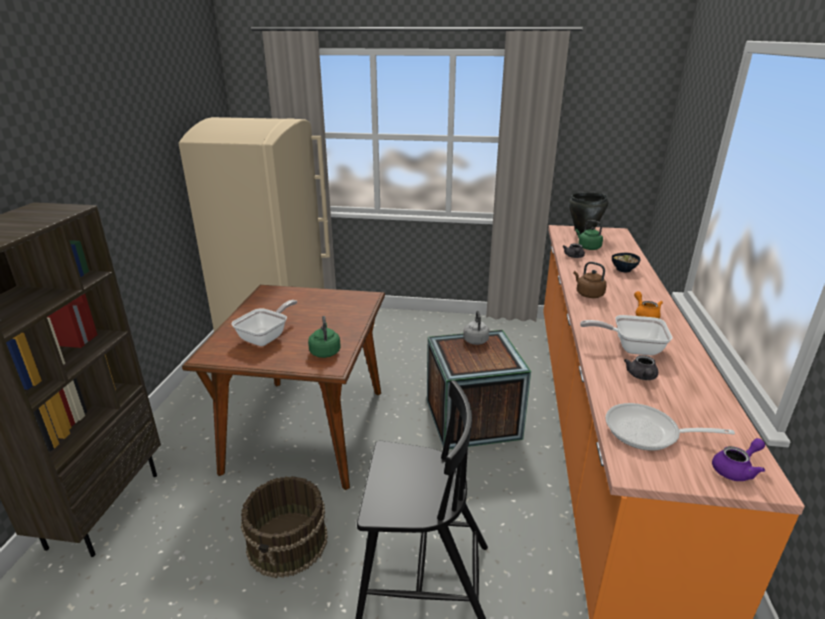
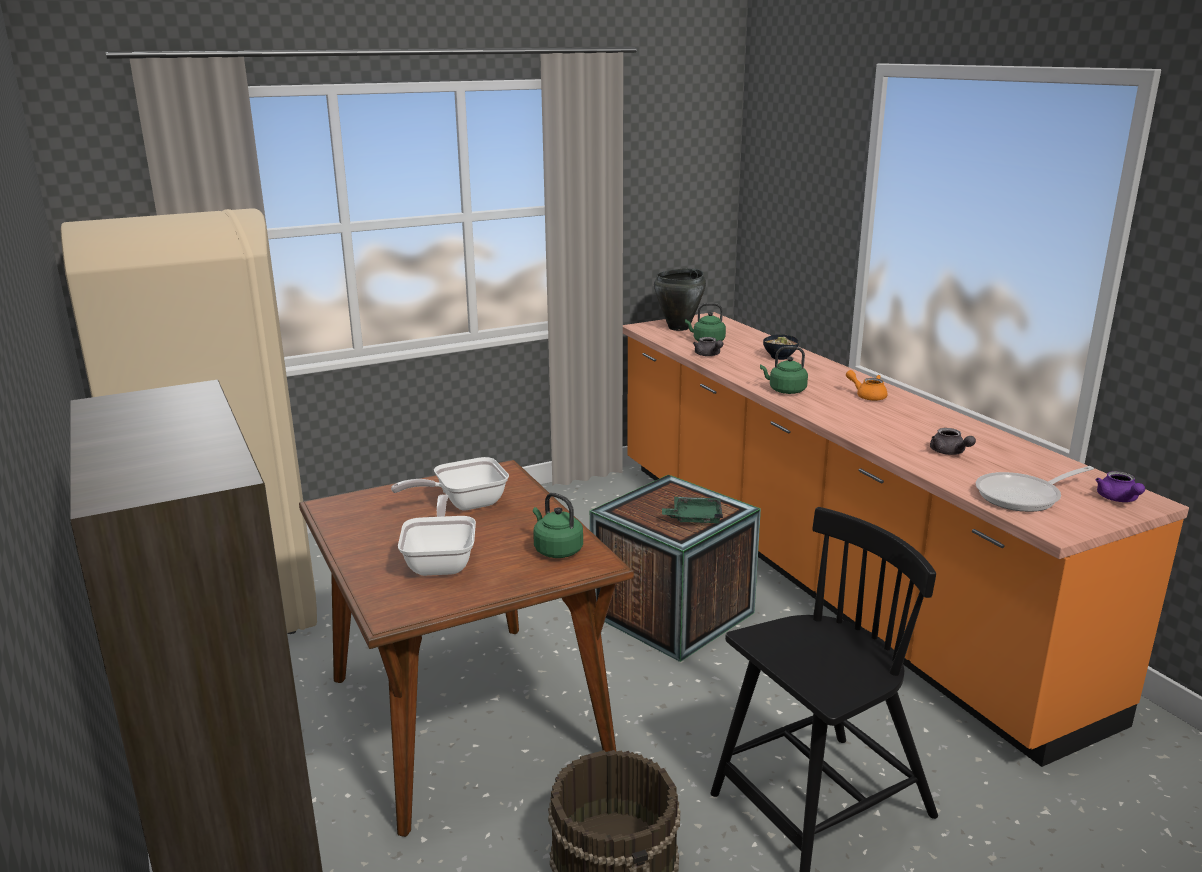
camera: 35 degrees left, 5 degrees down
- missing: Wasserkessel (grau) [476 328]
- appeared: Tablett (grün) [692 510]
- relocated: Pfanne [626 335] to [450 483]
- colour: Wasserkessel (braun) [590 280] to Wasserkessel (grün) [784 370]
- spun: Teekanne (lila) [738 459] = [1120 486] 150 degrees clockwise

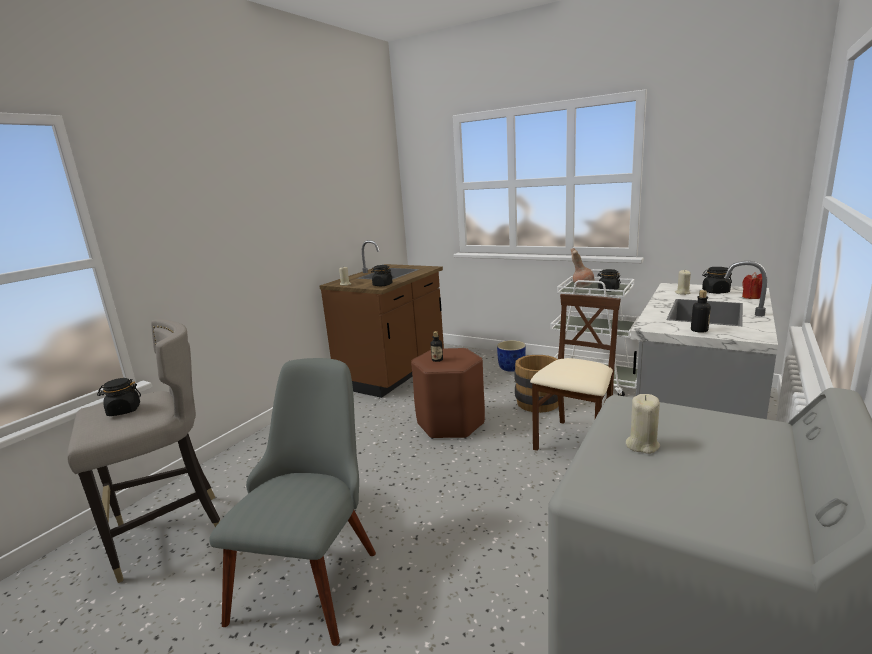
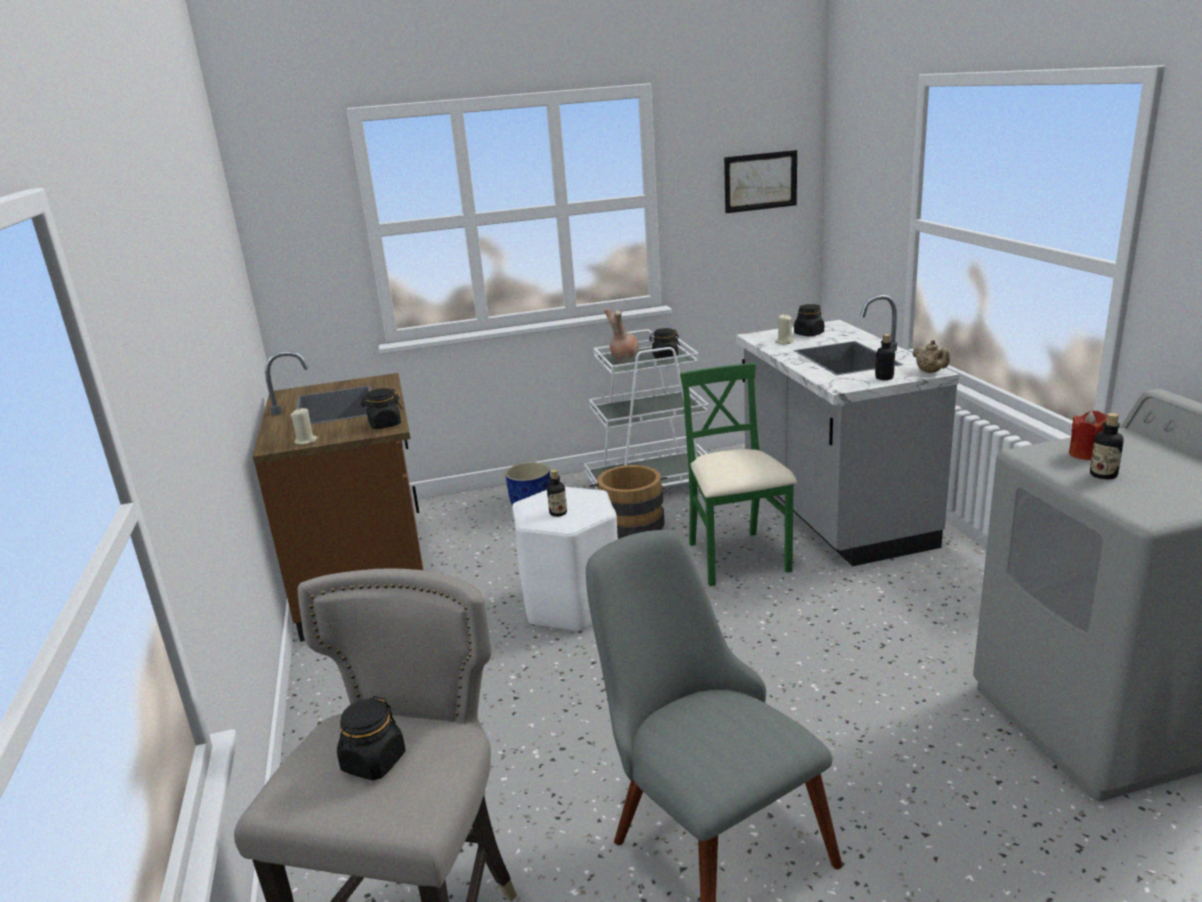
camera: 45 degrees left, 5 degrees up
- appeared: Bild [760 181]
- appeared: Teekanne (beige) [931 356]
- relocated: Kerze (rot) [752 285] to [1088 435]
- exchanged: Kerze (beige) [643 424] to Flasche [1107 446]
- colour: Hocker (braun) [448 393] to Hocker (weiß) [565 560]
- colour: Stuhl (beige) [575 372] to Stuhl (grün) [738 474]

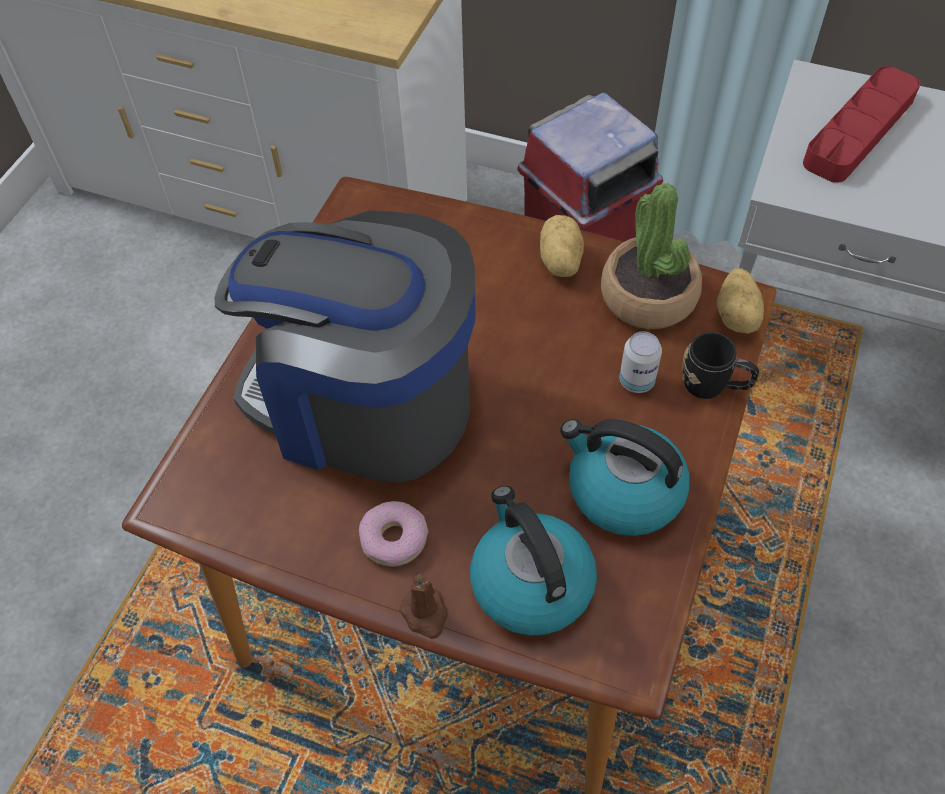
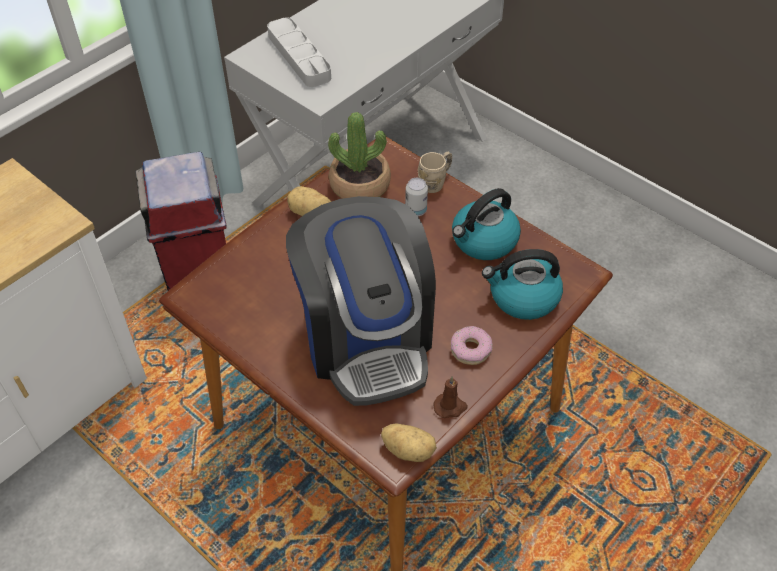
camera: 70 degrees left, 5 degrees down
- relocated: Kerze (braun) [423 607] to [451 397]
- relocated: Kartoffel [740 301] to [409 443]
- colour: Henkelbecher (schwarz) [721 365] to Henkelbecher (beige) [435 172]
- colour: Tablett (rot) [861 124] to Tablett (grau) [299 52]
- spun: Kaffeemaschine [345 347] = [361 301] 60 degrees counterclockwise

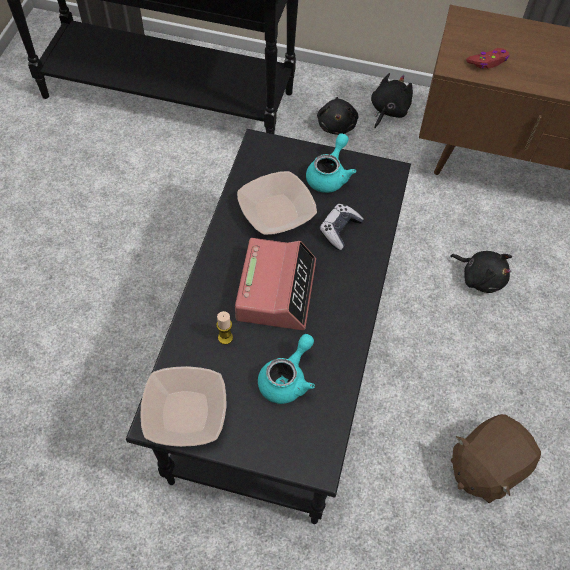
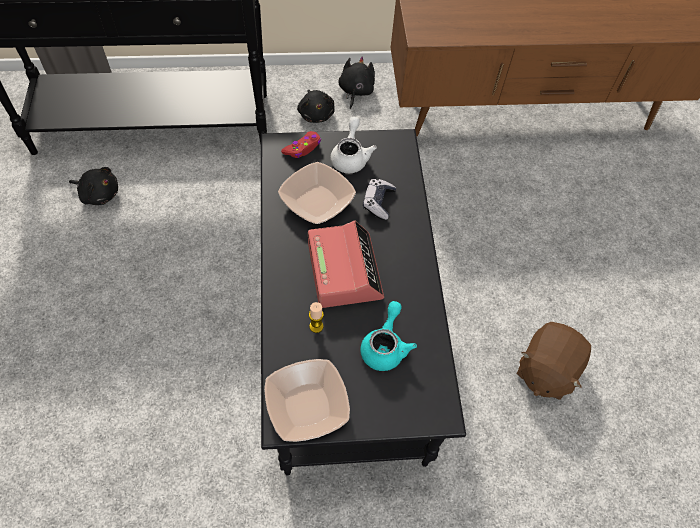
camera: 20 degrees left, 0 degrees up
- relocated: Plüschtier (schwarz) [481 272] to [93 186]
- relocated: Gamepad (rot) [487 58] to [301 144]
- colour: Teekanne (türkis) [331 163] to Teekanne (weiß) [353 145]

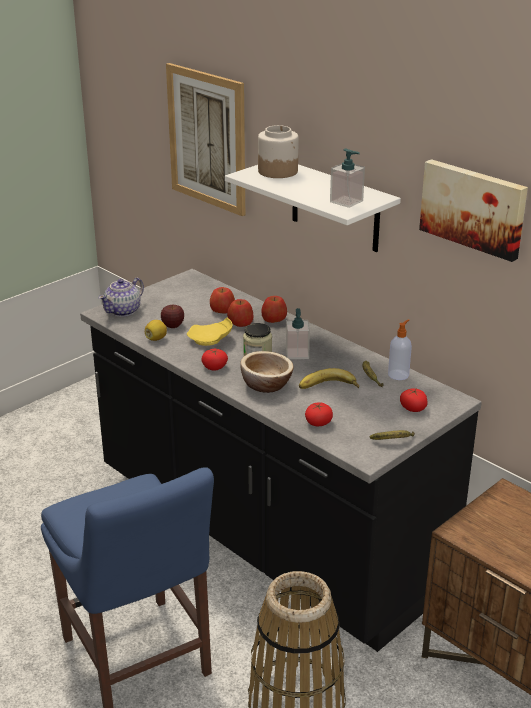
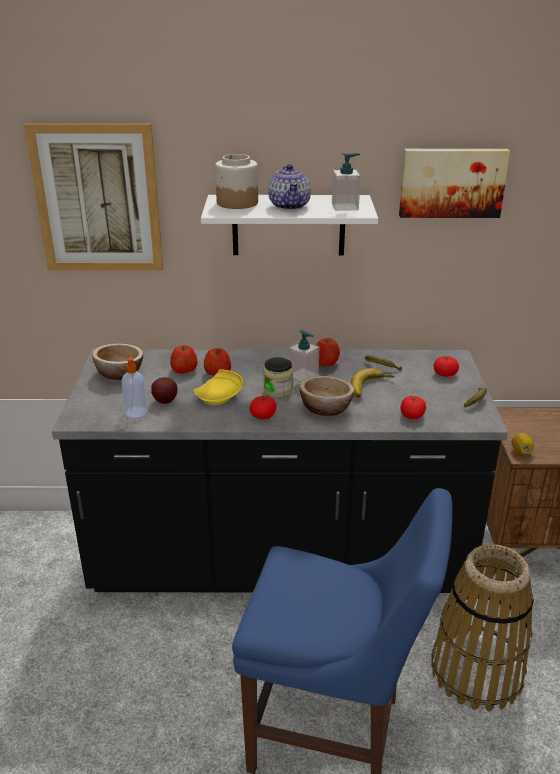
camera: 45 degrees left, 0 degrees up
- appeared: Schüssel [117 361]
- relocated: Teekanne [121 297] to [289 187]
- relocated: Zitrone [156 330] to [522 444]
- relocated: Apfel [274 309] to [328 352]
- relocated: Seifenspender [400 349] to [134 385]

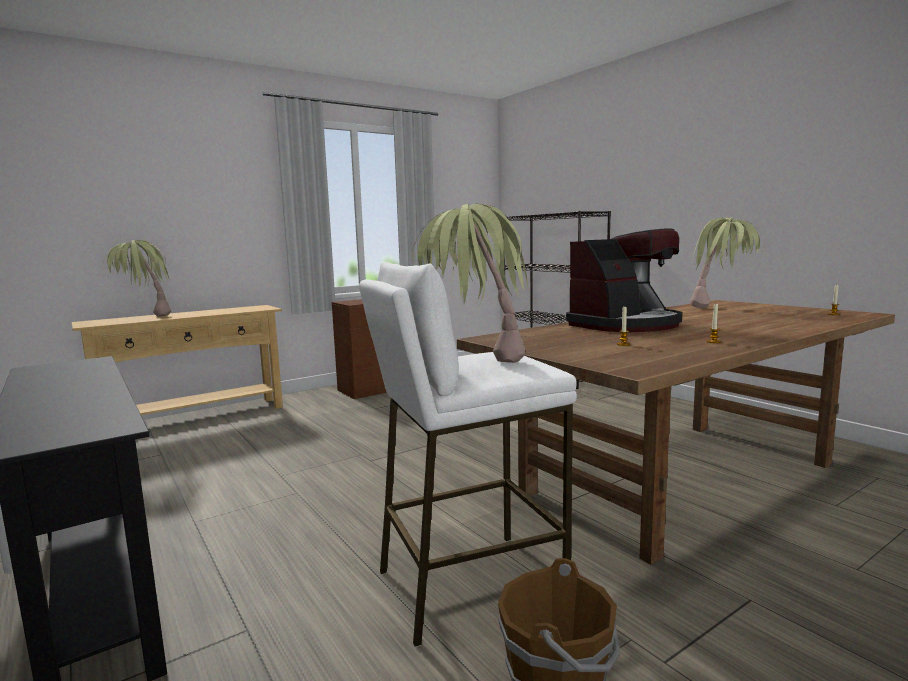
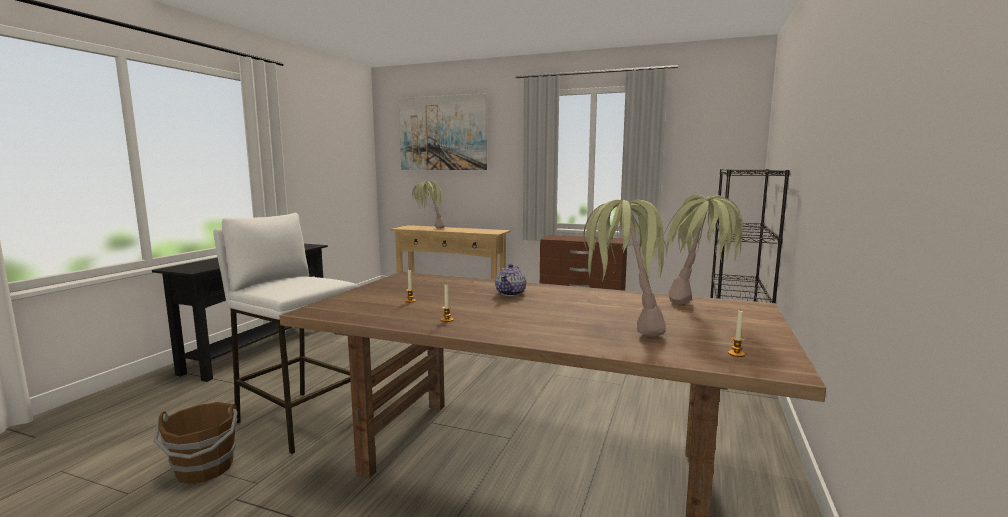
camera: 55 degrees right, 0 degrees up
- appeared: Bild [443 132]
- relocated: Topfpflanze [470 283] to [625 268]
- exchanged: Kaffeemaschine [624 280] to Teekanne [510 280]

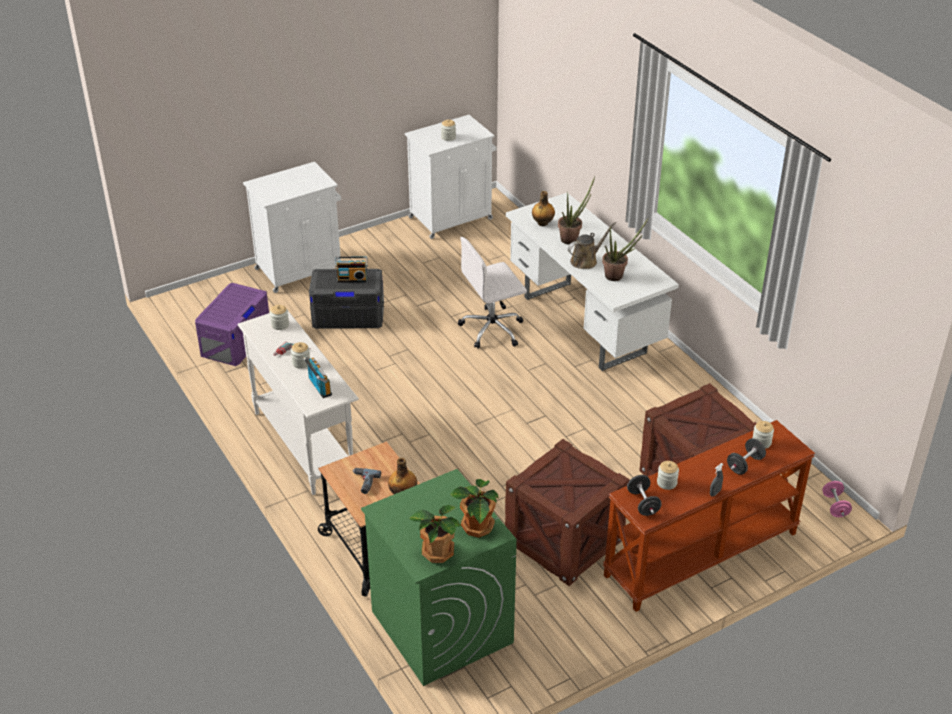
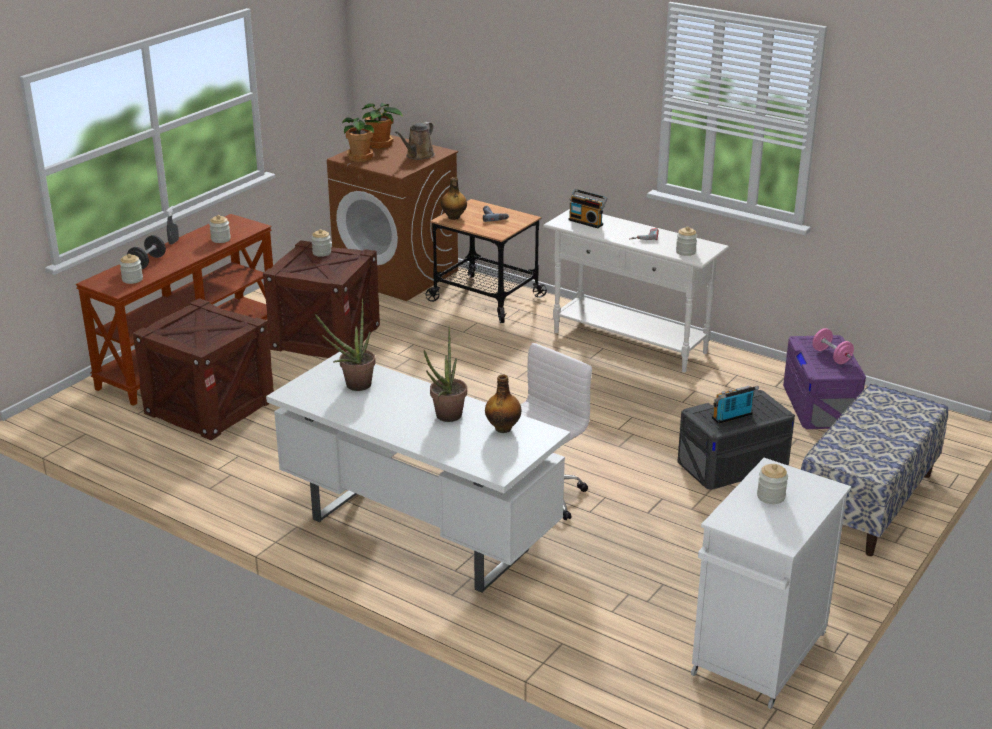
camera: 155 degrees right, 10 degrees down
- missing: Hantel (schwarz) [644 495]
- relocated: Vorratsglas [300 355] to [321 243]
- relocated: Gießkanne (braun) [592 245] to [415 141]
- relocated: Hantel (rosa) [837 499] to [833 346]
- exchanged: Schrank (weiß) [292 227] to Bank [874 470]
- colour: Waschmaschine (grün) [439 577] to Waschmaschine (braun) [392 218]

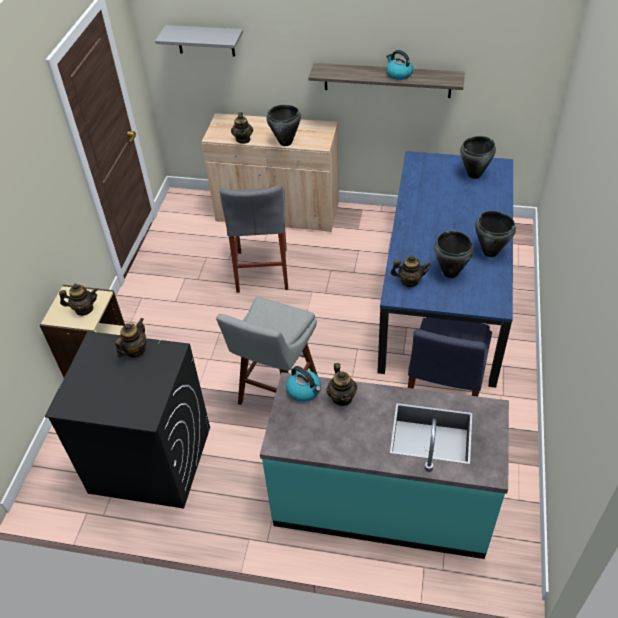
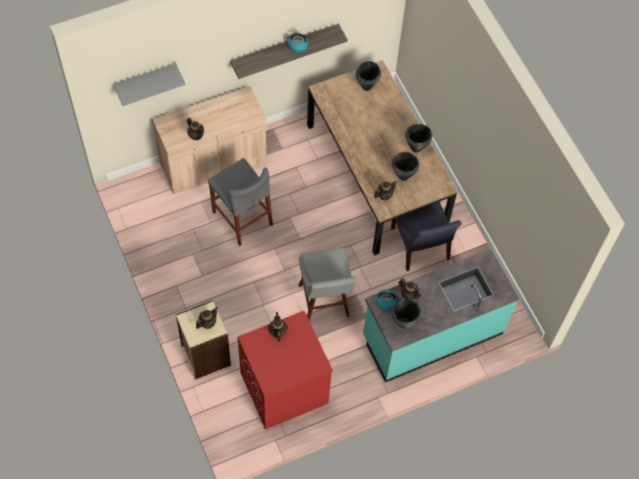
camera: 40 degrees left, 15 degrees up
- relocated: Kochtopf (schwarz) [284 125] to [406 313]
- colour: Waschmaschine (schwarz) [127 420] to Waschmaschine (rot) [285 370]
- colour: Esstisch (blau) [445 269] to Esstisch (braun) [382 158]

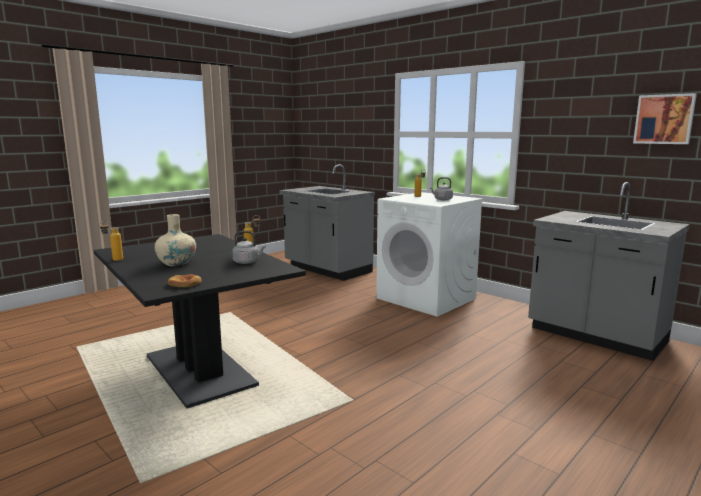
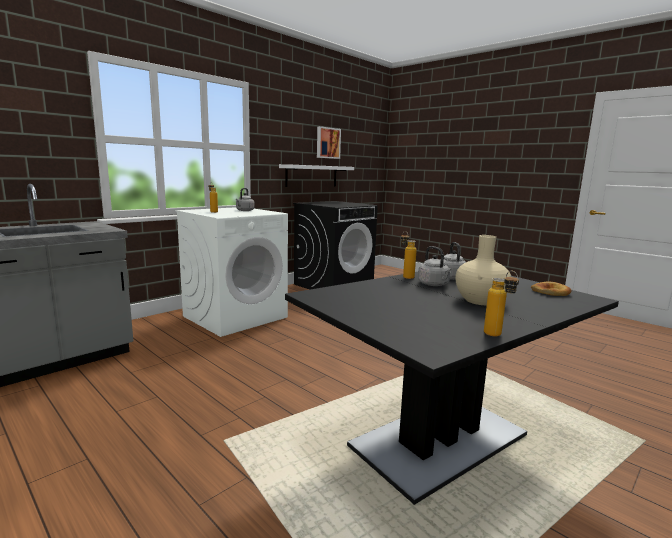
camera: 90 degrees left, 0 degrees up
- appeared: Wandregal (weiß) [316 175]
- appeared: Wasserkessel (grau) [435 266]
- exchanged: Küchenzeile (grau) [609 271] to Waschmaschine (schwarz) [335 245]

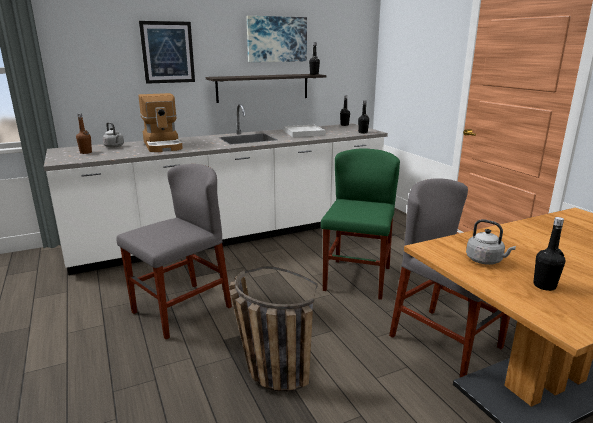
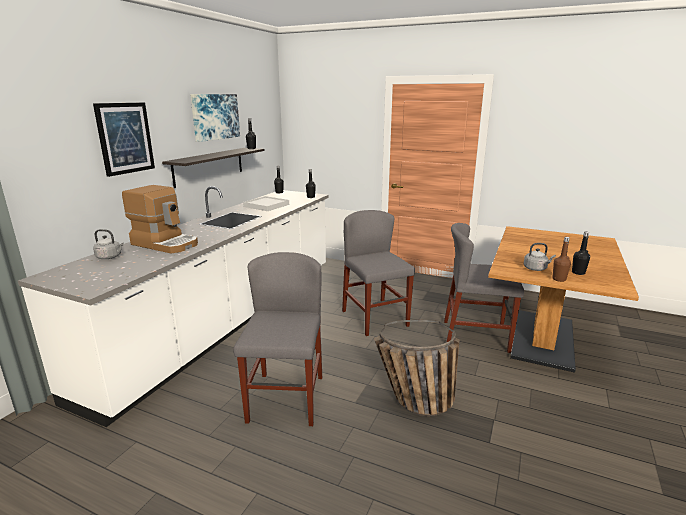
camera: 40 degrees left, 0 degrees up
- relocated: Flasche (braun) [84 133] to [561 259]
- colour: Stuhl (grün) [360 224] to Stuhl (grau) [378 273]

